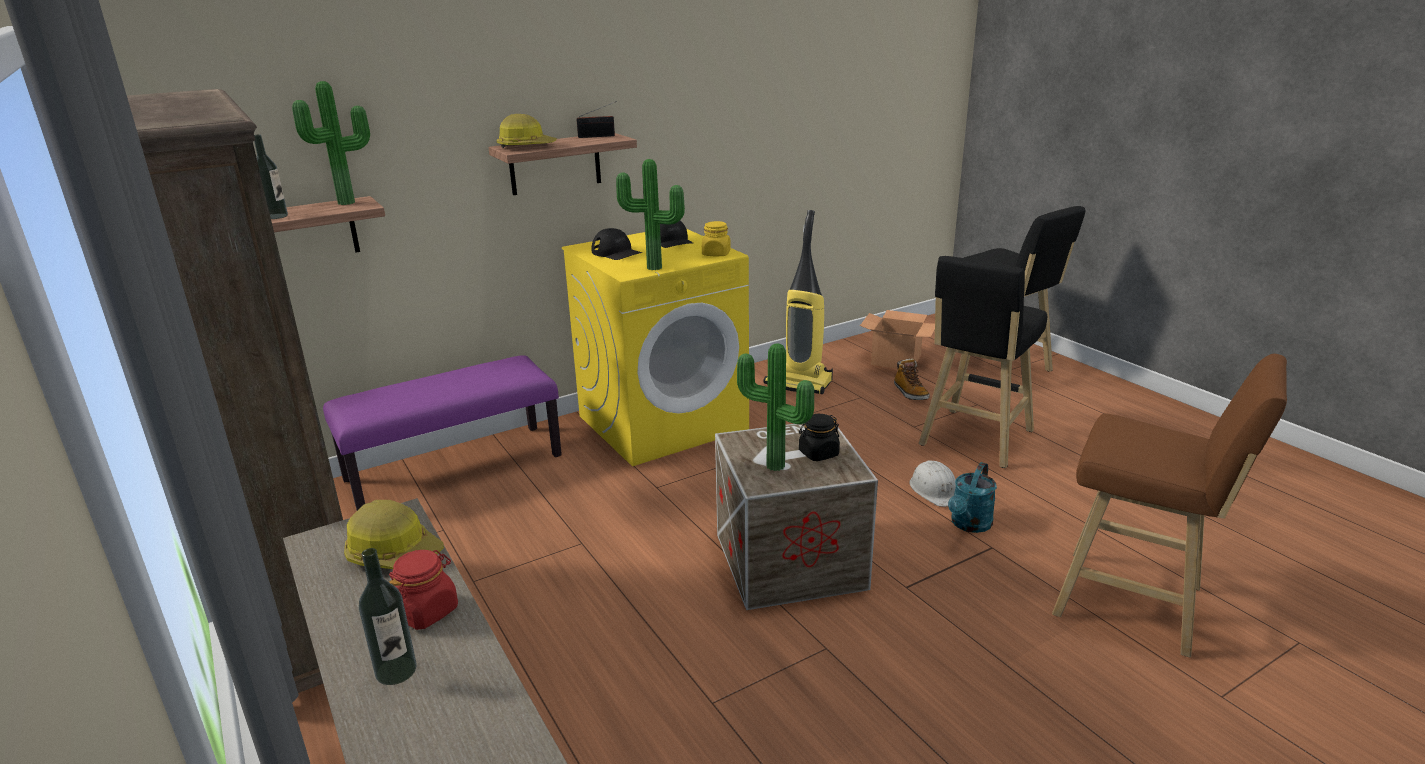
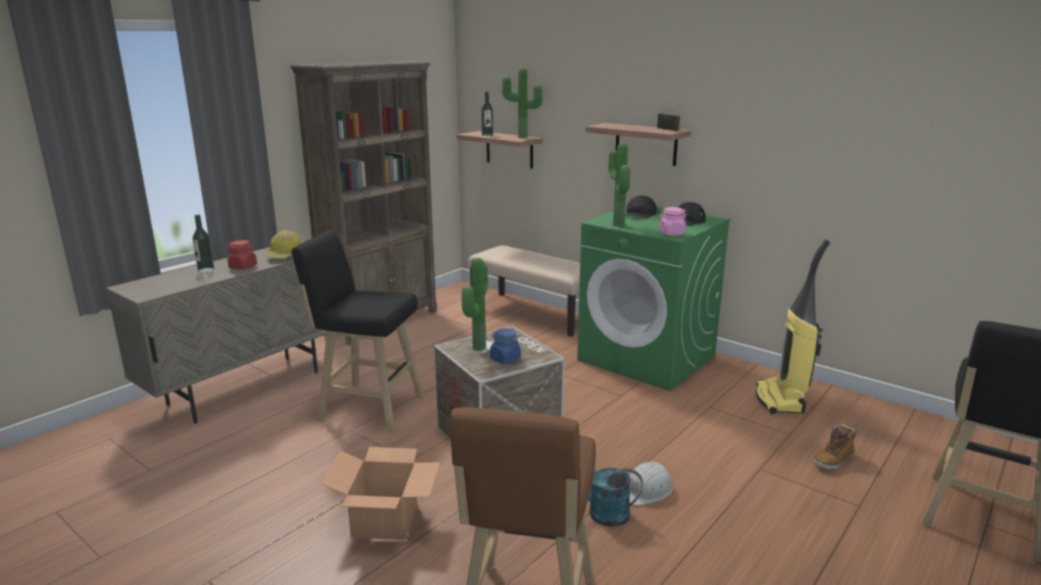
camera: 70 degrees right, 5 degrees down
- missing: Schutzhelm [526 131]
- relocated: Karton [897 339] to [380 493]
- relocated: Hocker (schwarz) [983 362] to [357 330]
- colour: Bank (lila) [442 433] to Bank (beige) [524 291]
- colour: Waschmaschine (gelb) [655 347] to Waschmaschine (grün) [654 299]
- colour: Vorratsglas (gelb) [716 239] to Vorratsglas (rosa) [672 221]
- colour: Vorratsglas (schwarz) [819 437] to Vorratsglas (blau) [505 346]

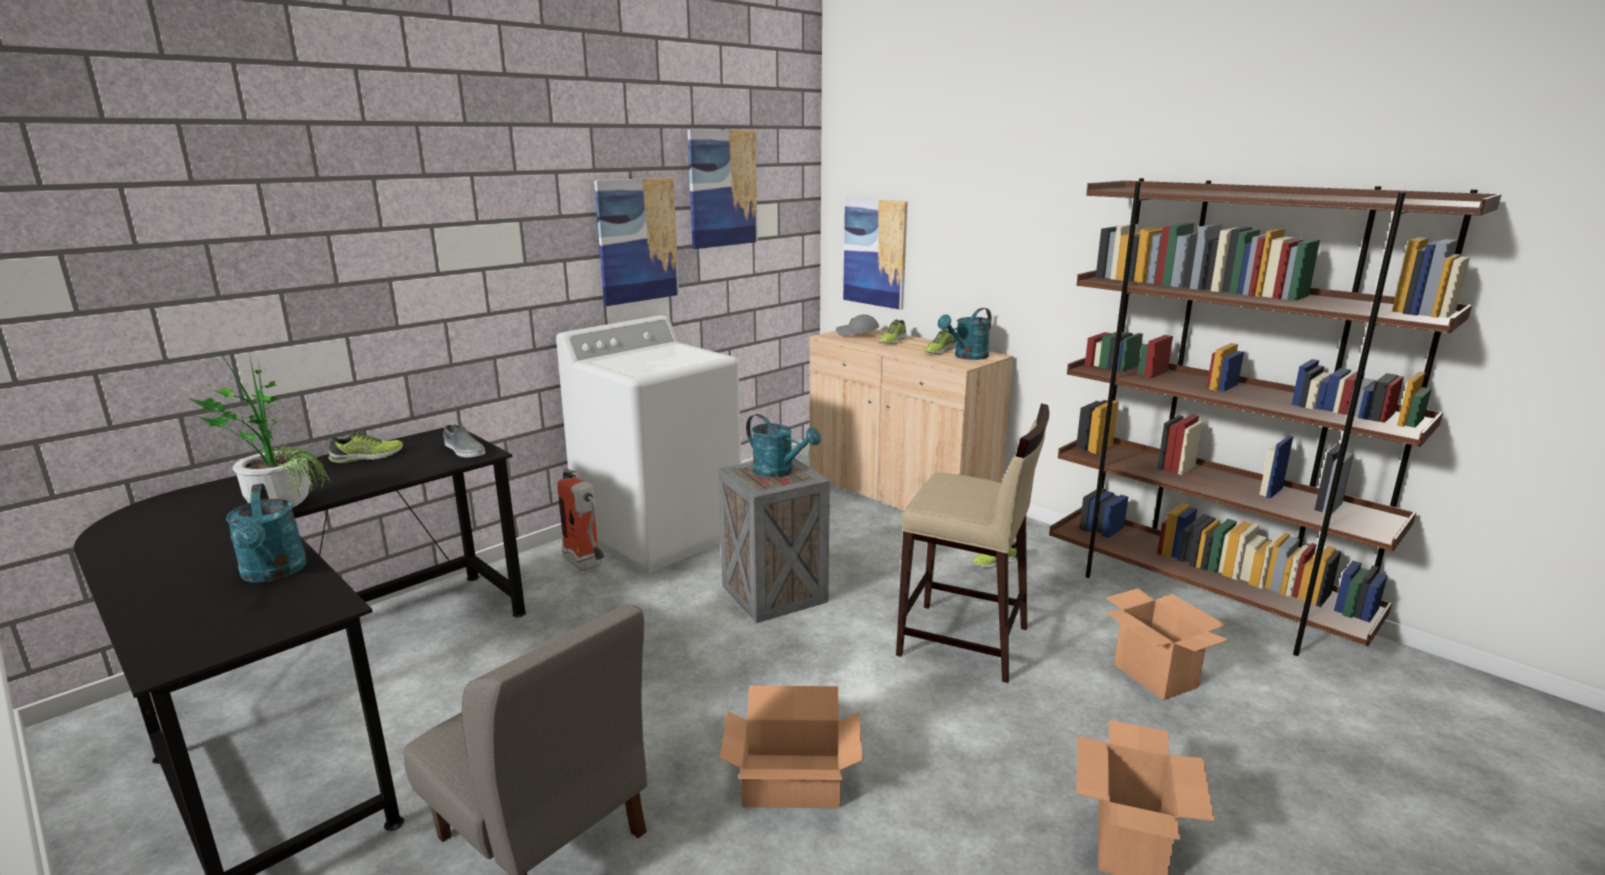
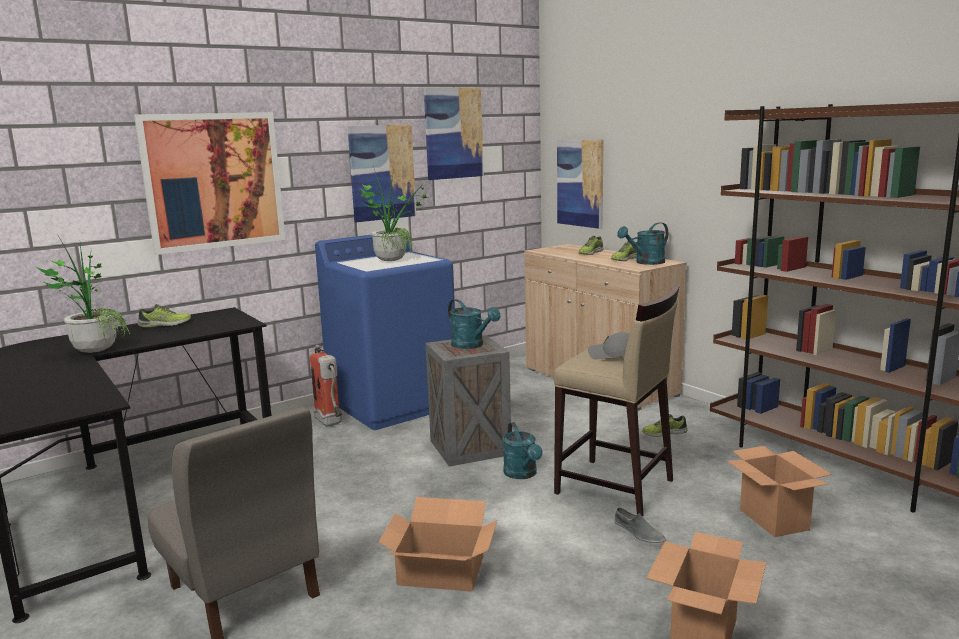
camera: 10 degrees right, 5 degrees down
- appeared: Bild [210 183]
- appeared: Topfpflanze [394 213]
- relocated: Gießkanne (türkis) [266 533] to [523 450]
- relocated: Schuh (grau) [464 441] to [640 527]
- relocated: Kappe (grau) [857 325] to [609 346]
- colour: Waschmaschine (weiß) [648 444] to Waschmaschine (blau) [385 332]

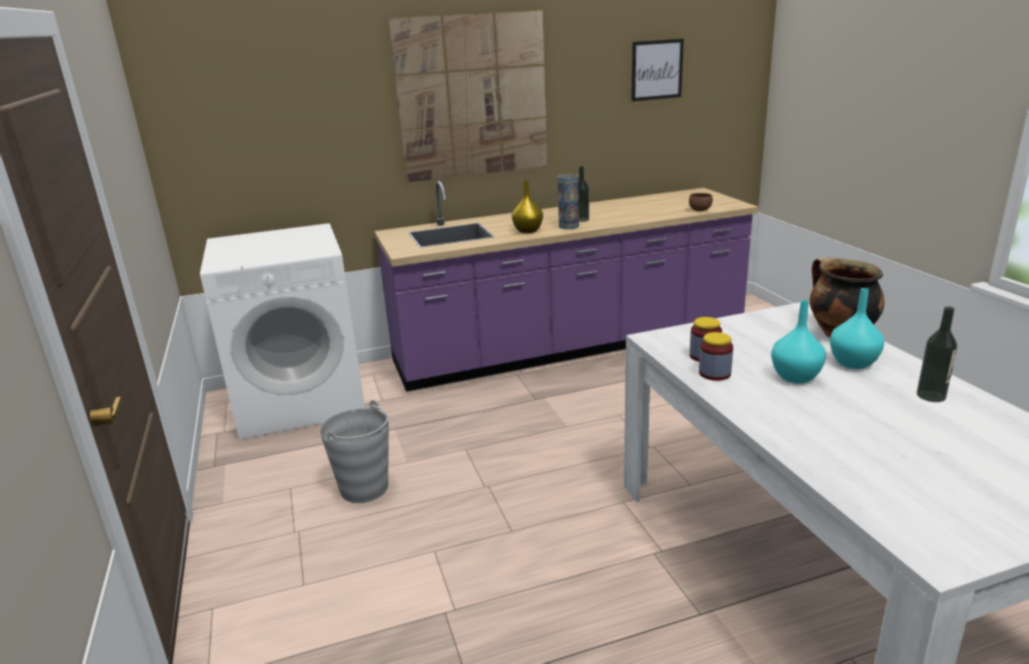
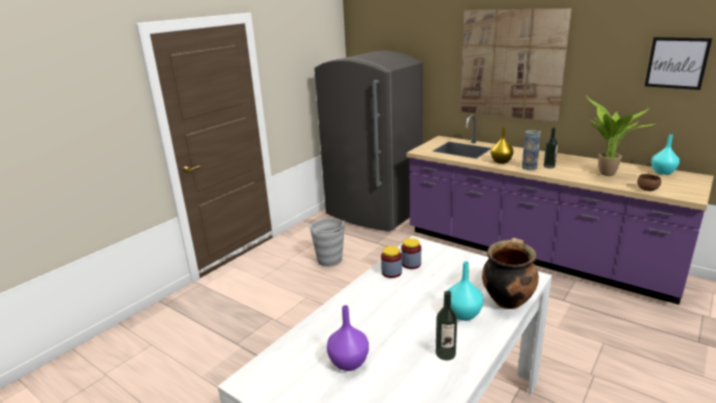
camera: 55 degrees right, 0 degrees up
- appeared: Vase (lila) [348 338]
- appeared: Topfpflanze [621 136]
- relocated: Vase (türkis) [798 341] to [665 155]
- exchanged: Waschmaschine (weiß) [282 331] to Kühlschrank (grau) [368 141]

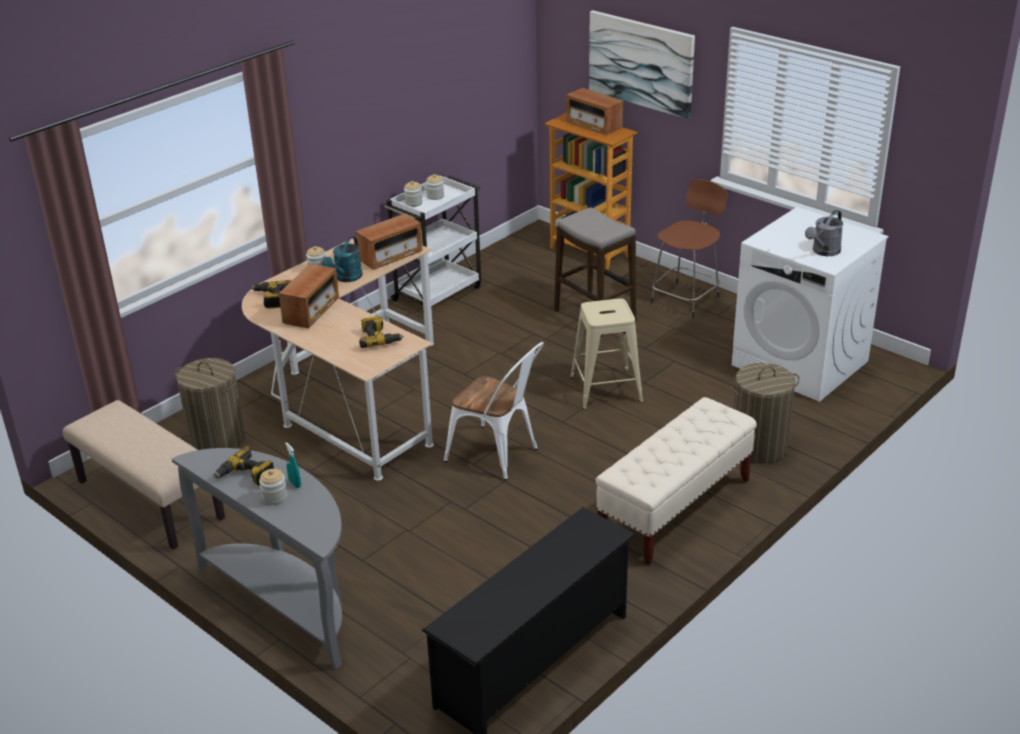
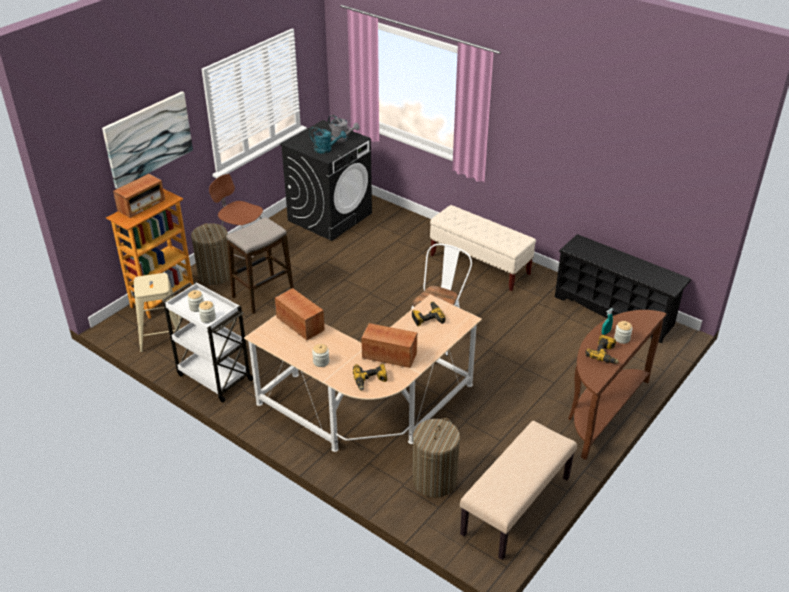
camera: 95 degrees left, 5 degrees up
- relocated: Gießkanne (türkis) [342 259] to [327 140]
- relocated: Hocker (beige) [606 354] to [157 312]
- relocated: Wäschekorb [765 413] to [210 254]
- colour: Konsolentisch (grau) [257 558] to Konsolentisch (braun) [617 385]
- colour: Waschmaschine (weiß) [809 304] to Waschmaschine (schwarz) [326 180]

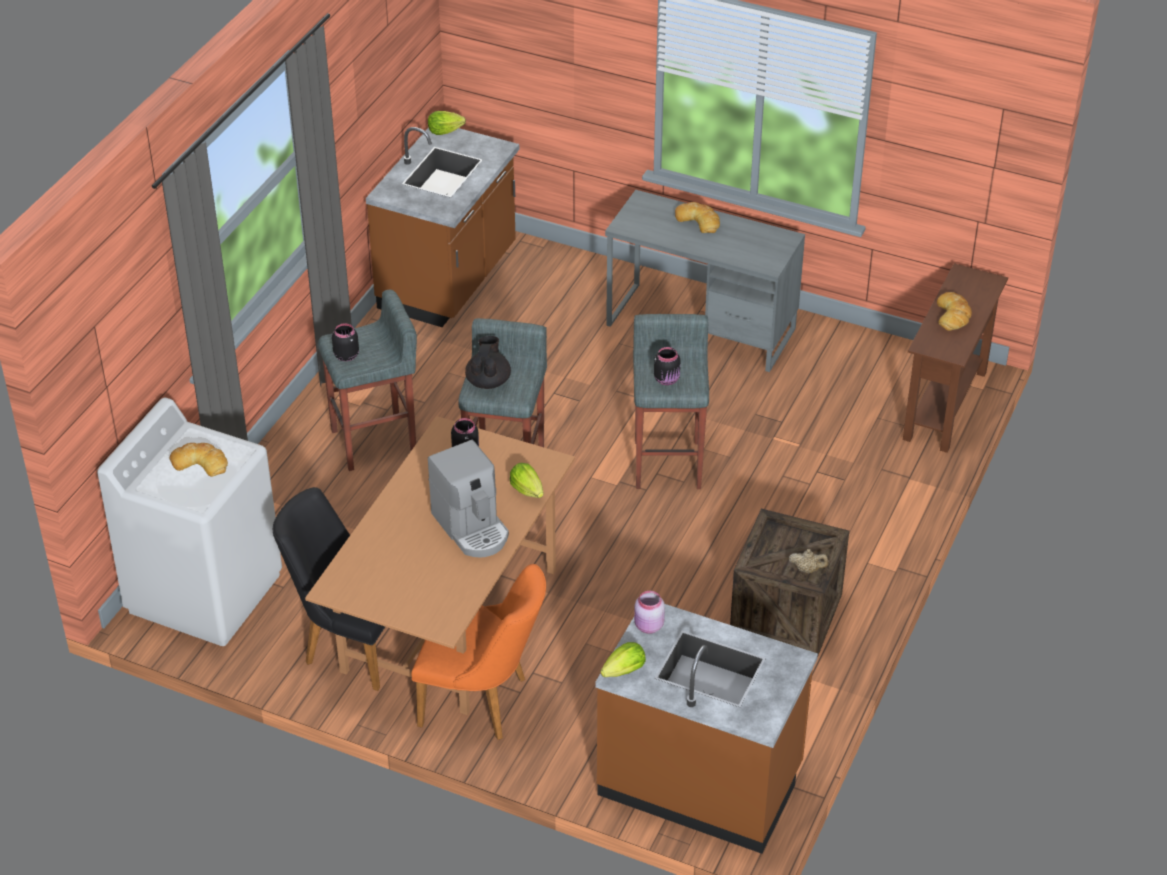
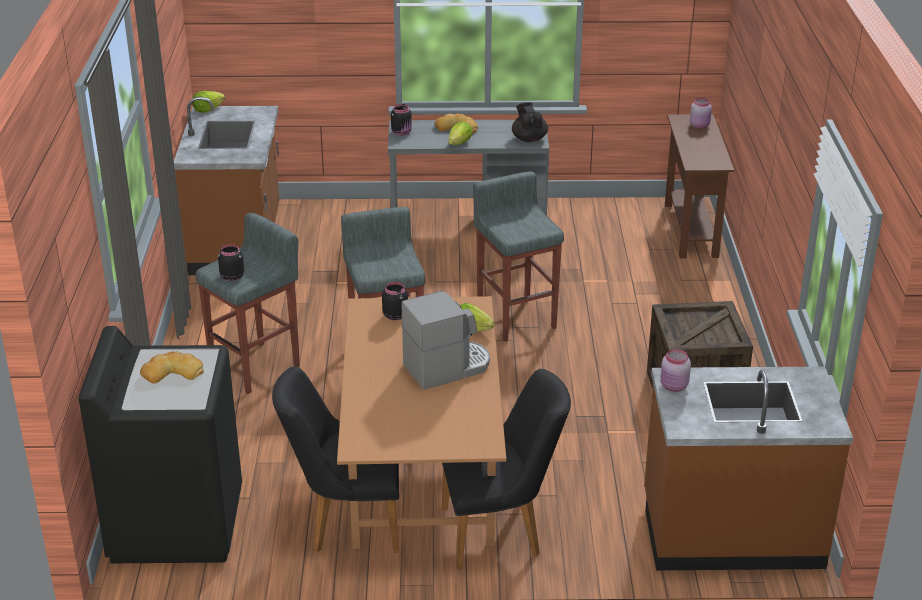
camera: 25 degrees left, 10 degrees down
- missing: Teekanne (beige) [809 561]
- missing: Brot [954 311]
- appeared: Vorratsglas (rosa) [701 113]
- relocated: Teekanne (schwarz) [488 362] to [530 122]
- relocated: Salatkopf [623 659] to [460 133]
- relocated: Vorratsglas (schwarz) [667 366] to [401 119]
- colour: Waschmaschine (weiß) [189 521] to Waschmaschine (schwarz) [160 444]
- colour: Stuhl (orange) [478 652] to Stuhl (schwarz) [506 469]
- spun: Kaffeemaschine [468 499] = [445 340] 60 degrees counterclockwise

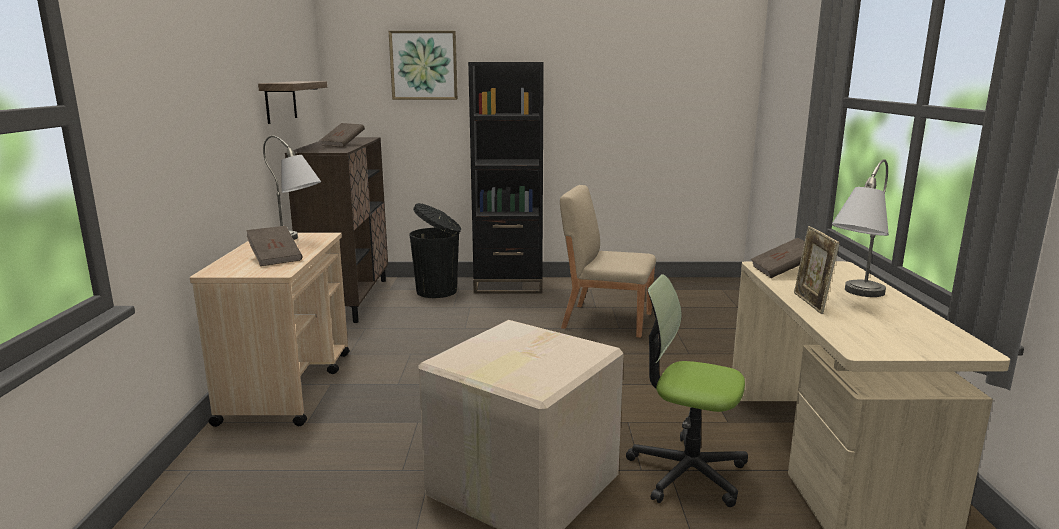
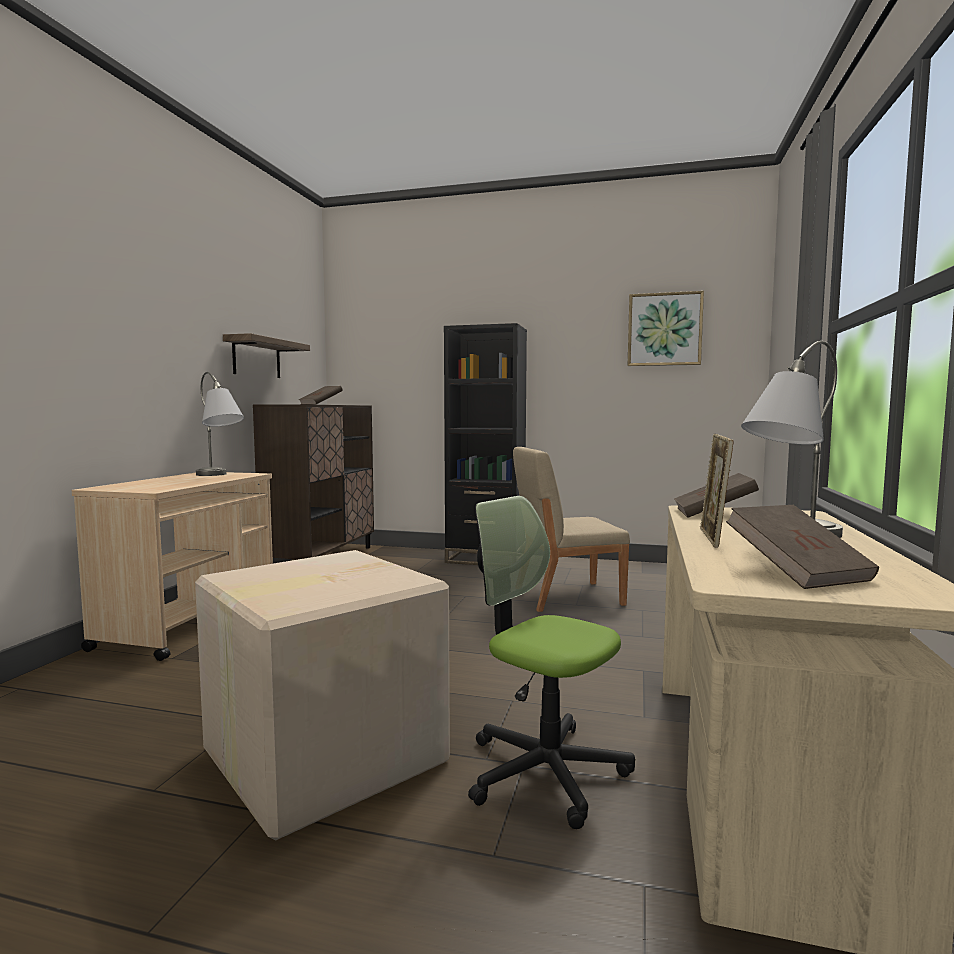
camera: 15 degrees right, 10 degrees down
- missing: Mülleimer (schwarz) [435 250]
- relocated: Buch (braun) [274 246] to [802 547]
- relocated: Bild [423 65] to [666 328]
- spun: Stuhl (beige) [608 261] = [571 529] 45 degrees counterclockwise

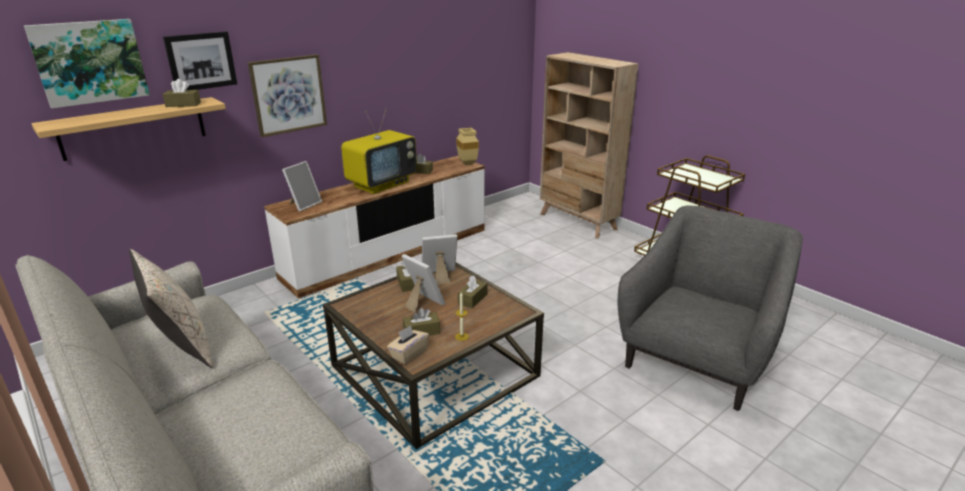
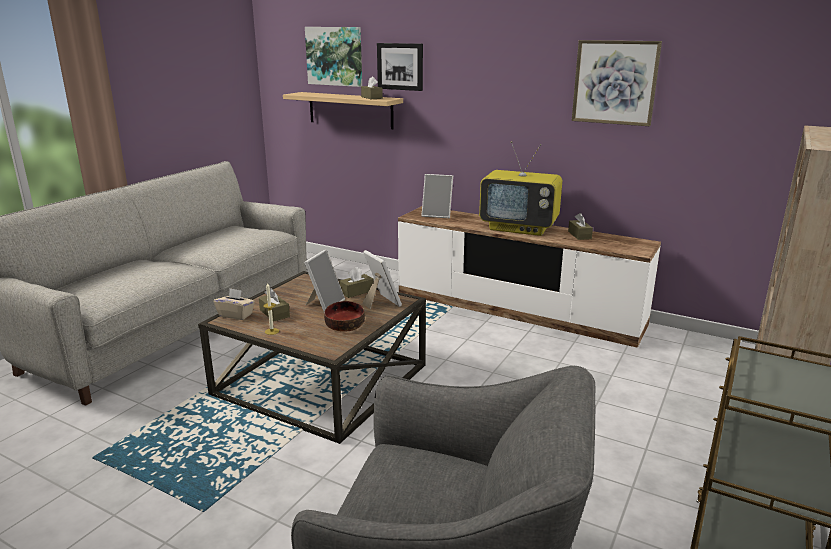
camera: 70 degrees right, 5 degrees down
- missing: Kissen (beige) [171 308]
- missing: Vase (beige) [467 146]
- relocated: Bild [287 95] to [617 83]
- exchanged: Taschentuchbox (braun) [473 292] to Schüssel [344 316]

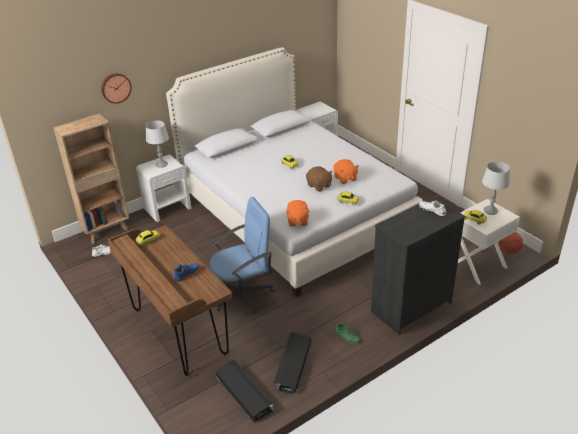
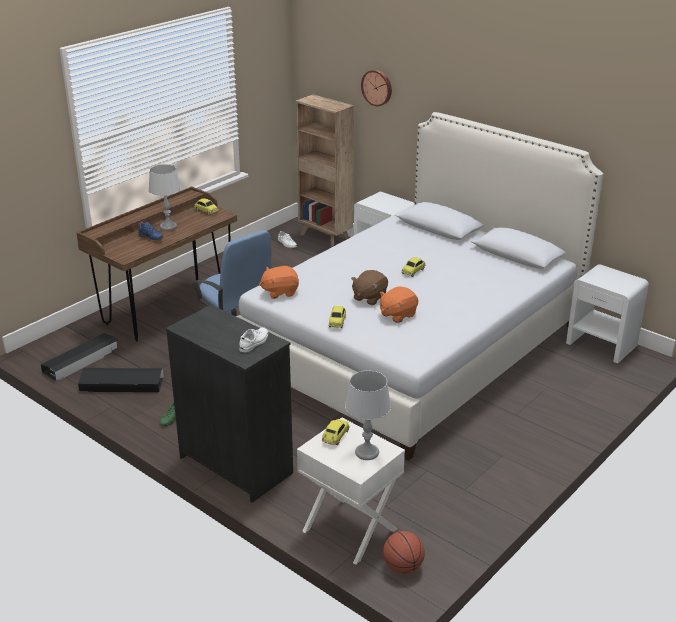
camera: 75 degrees right, 5 degrees down
- relocated: Tischlampe (grau) [157 144] to [165 197]

